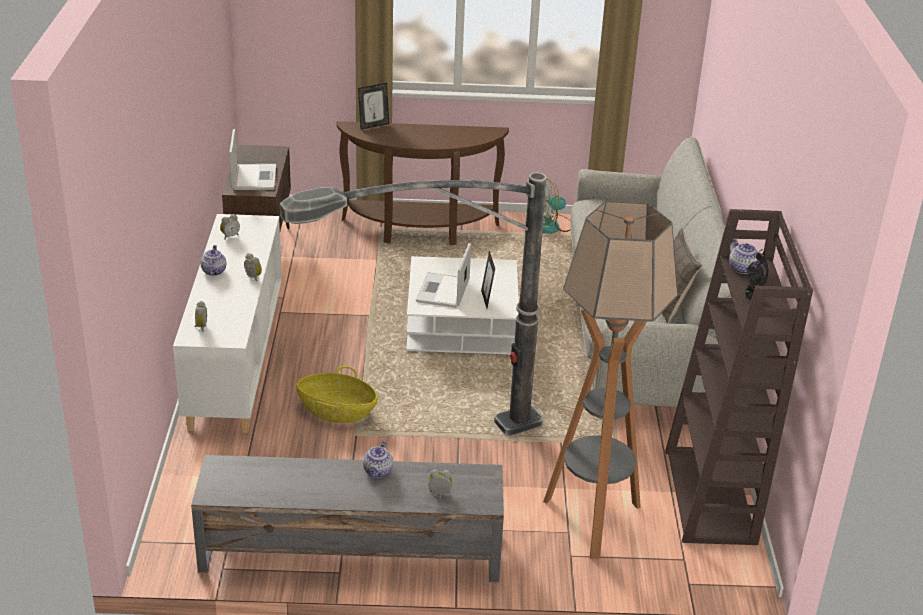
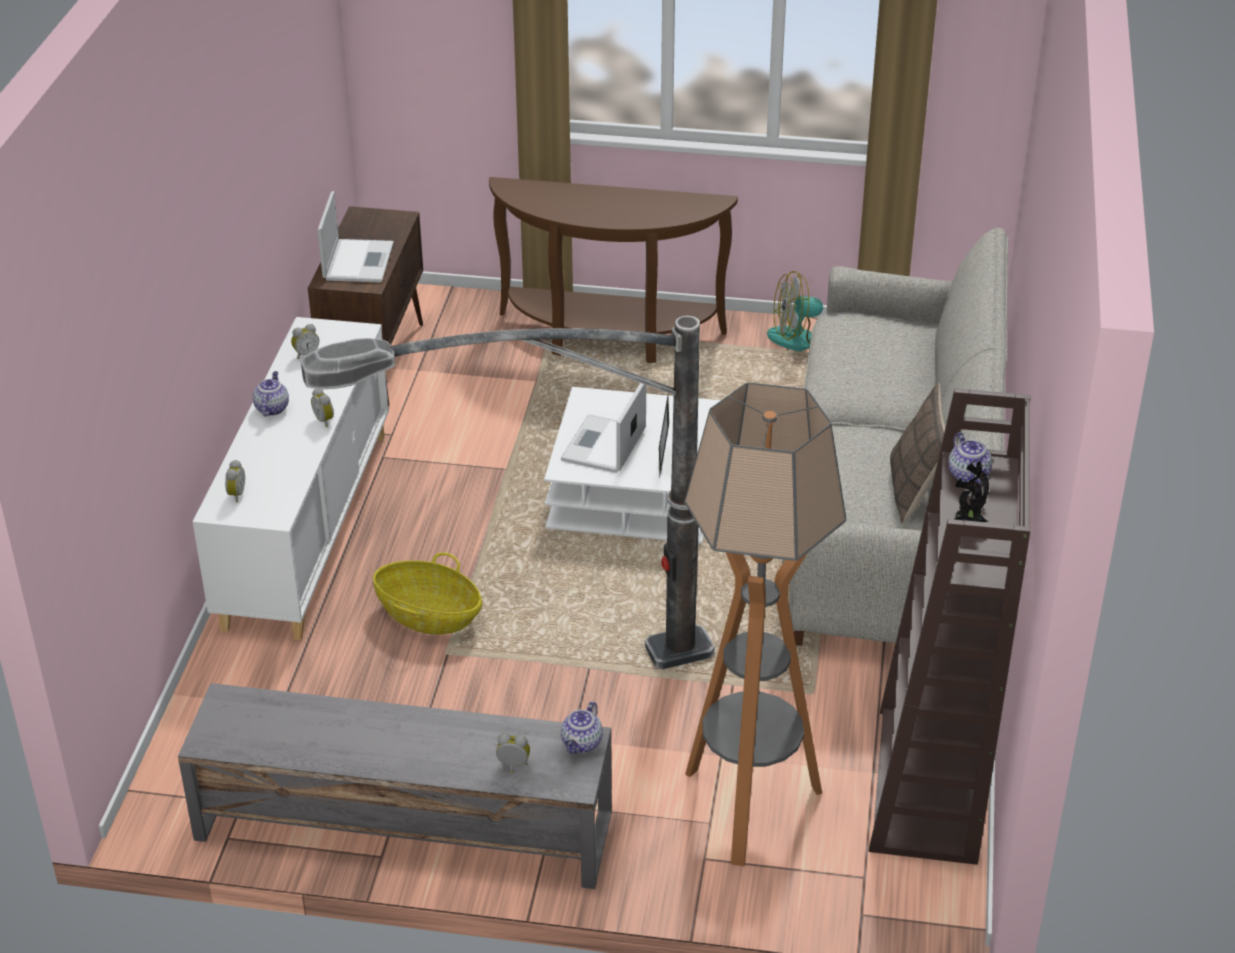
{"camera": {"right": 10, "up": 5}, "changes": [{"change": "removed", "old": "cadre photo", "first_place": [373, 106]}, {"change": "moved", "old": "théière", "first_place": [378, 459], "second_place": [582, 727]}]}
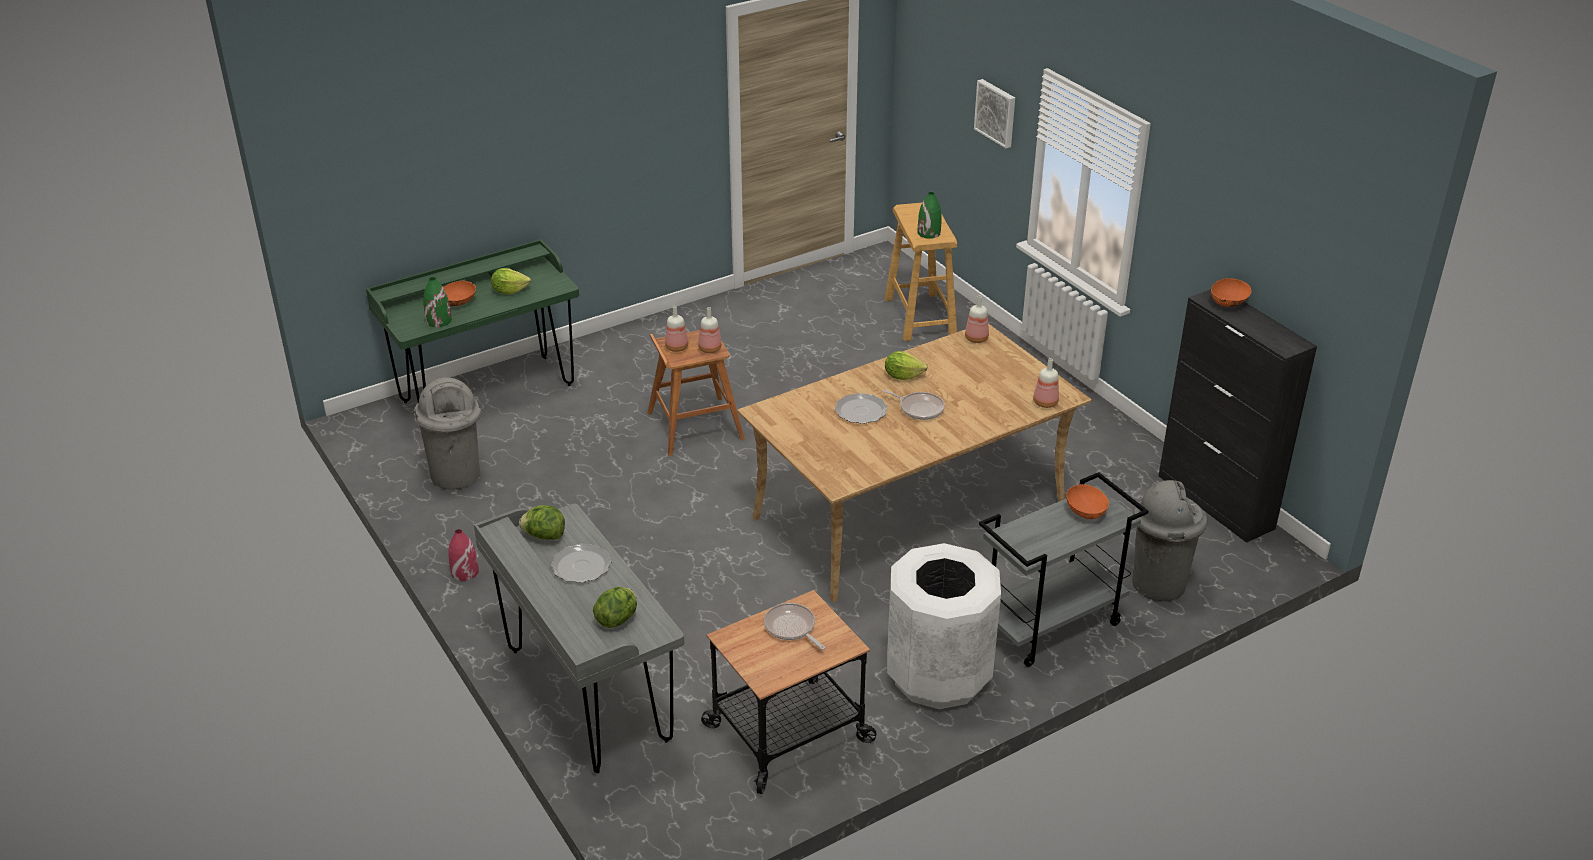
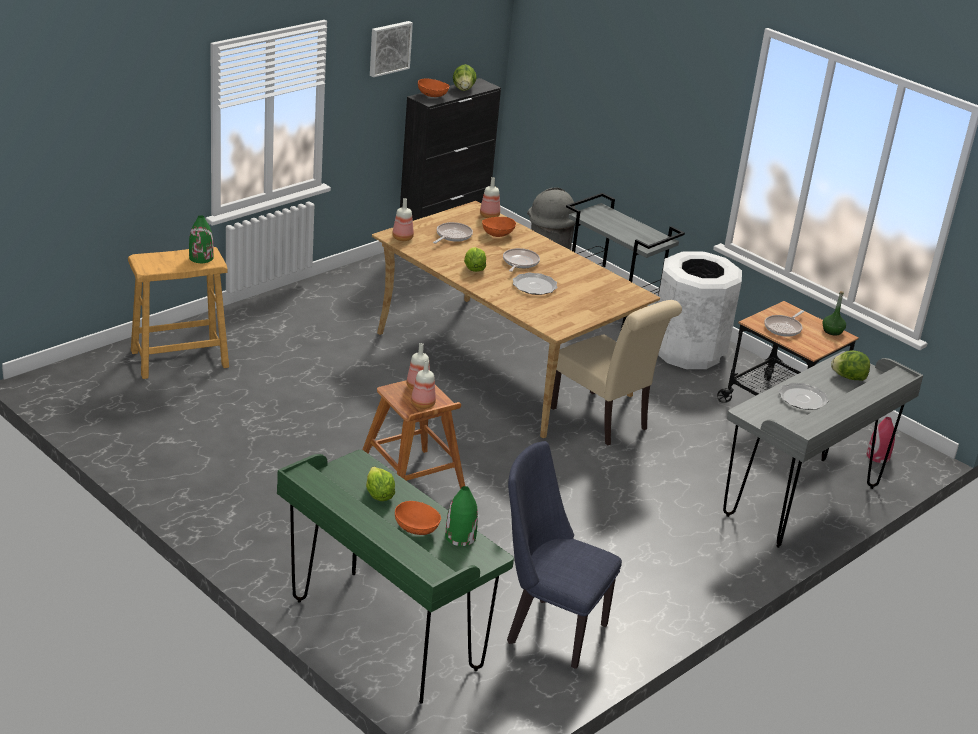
{"camera": {"right": -105, "up": -5}, "changes": [{"change": "moved", "old": "tableau", "first_place": [994, 113], "second_place": [391, 49]}, {"change": "replaced", "old": "poubelle (gris)", "new": "chaise (bleu)", "first_place": [448, 433], "second_place": [564, 555]}, {"change": "moved", "old": "bol (orange)", "first_place": [1087, 501], "second_place": [499, 227]}, {"change": "moved", "old": "laitue", "first_place": [542, 522], "second_place": [465, 77]}, {"change": "moved", "old": "vase (rouge)", "first_place": [463, 555], "second_place": [881, 440]}, {"change": "added", "new": "poêle", "second_place": [453, 233]}, {"change": "added", "new": "bouteille (vert)", "second_place": [834, 313]}, {"change": "added", "new": "chaise (beige)", "second_place": [616, 372]}]}
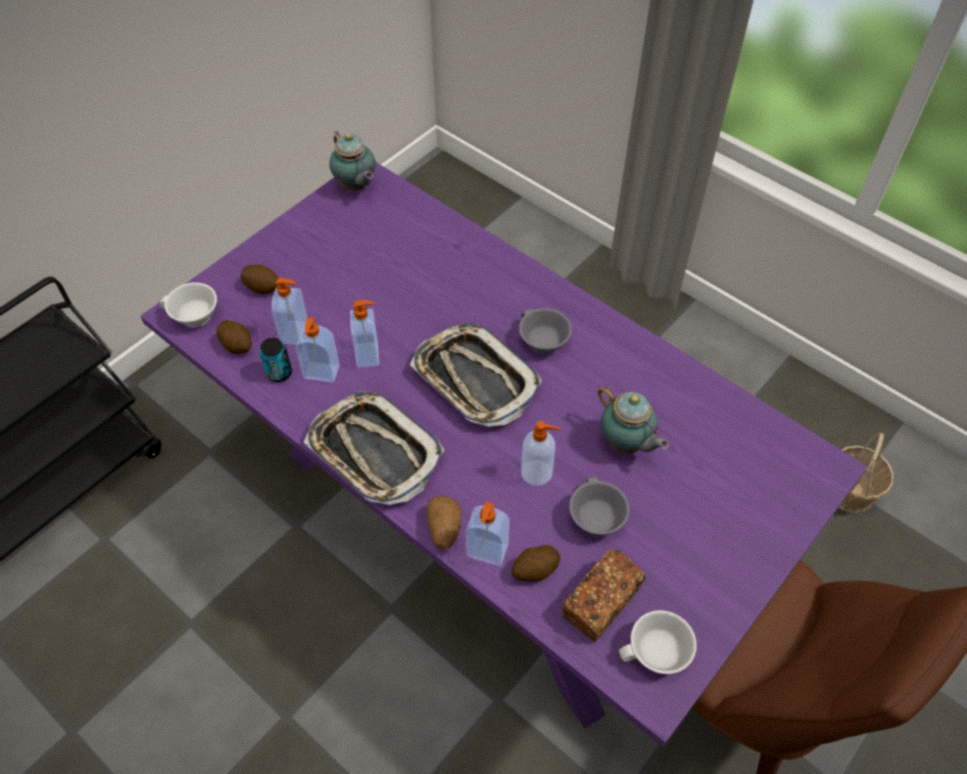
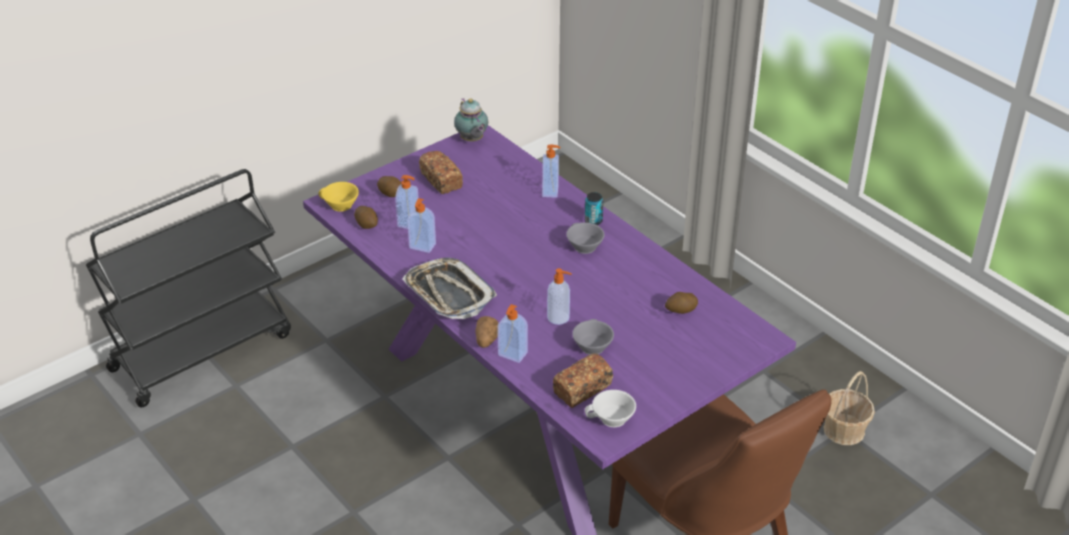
{"camera": {"right": 10, "up": -15}, "changes": [{"change": "recoloured", "old": "tasse (blanc)", "new": "tasse (jaune)", "first_place": [188, 304], "second_place": [338, 197]}, {"change": "moved", "old": "distributeur de savon", "first_place": [364, 334], "second_place": [551, 171]}, {"change": "removed", "old": "plateau", "first_place": [476, 375]}, {"change": "moved", "old": "boîte métallique", "first_place": [275, 360], "second_place": [594, 208]}, {"change": "removed", "old": "théière", "first_place": [633, 418]}, {"change": "moved", "old": "pomme de terre", "first_place": [535, 563], "second_place": [681, 303]}, {"change": "added", "new": "pain", "second_place": [441, 172]}]}
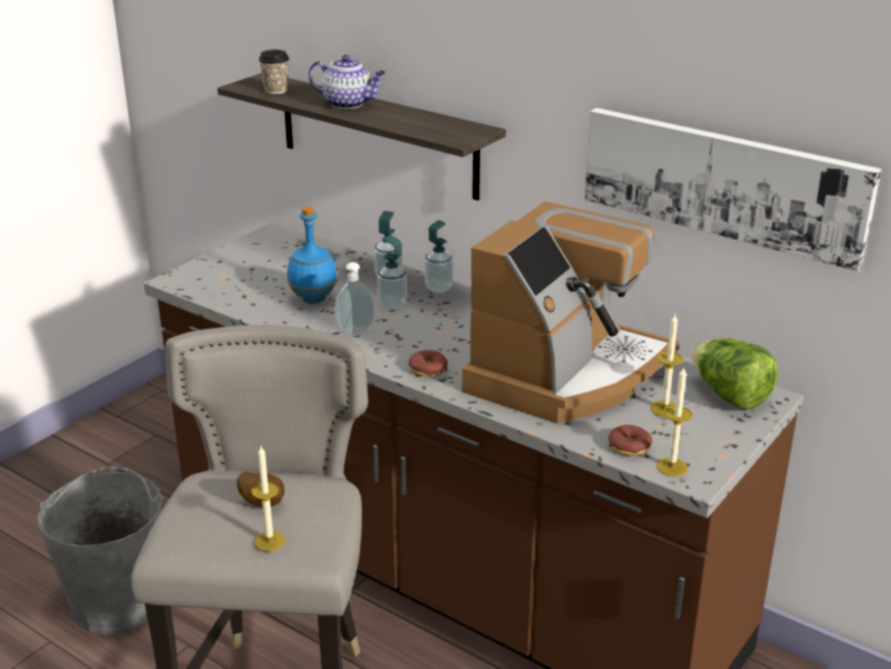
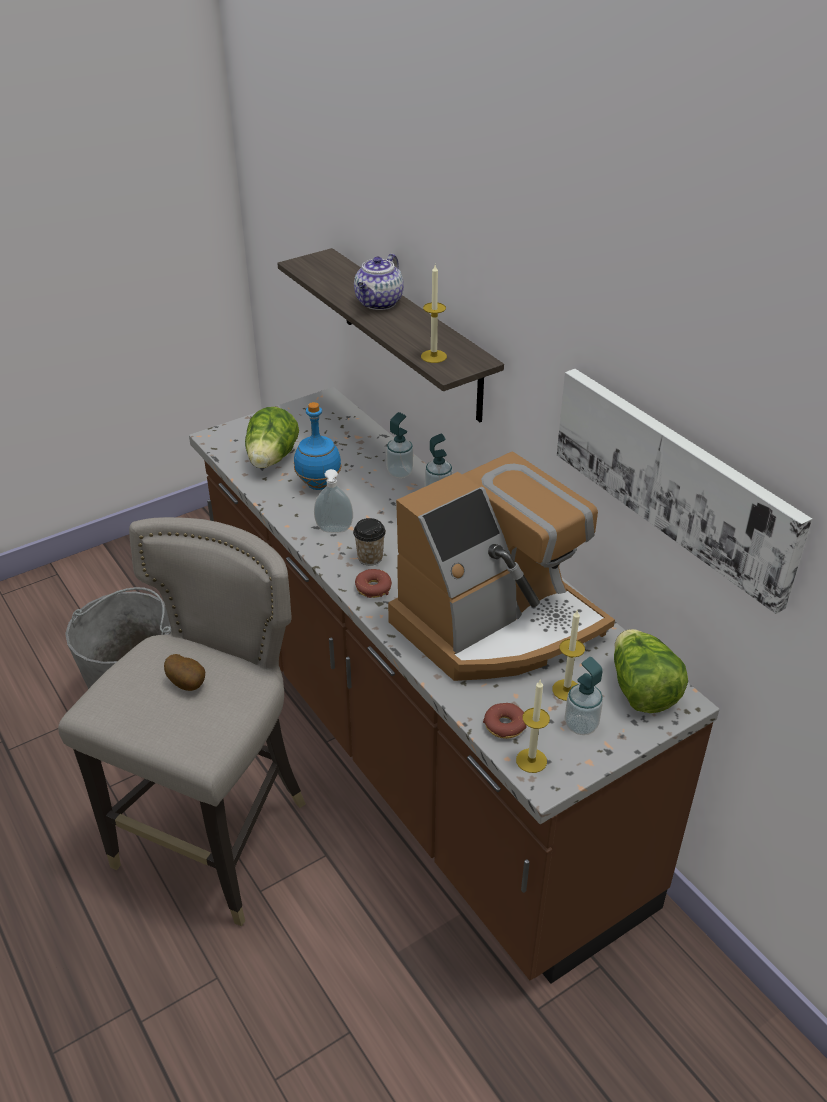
{"camera": {"right": 20, "up": 10}, "changes": [{"change": "moved", "old": "tasse", "first_place": [274, 72], "second_place": [369, 542]}, {"change": "turned", "old": "théière", "first_place": [346, 82], "second_place": [379, 282], "degrees": 75}, {"change": "moved", "old": "distributeur de savon", "first_place": [392, 272], "second_place": [584, 696]}, {"change": "moved", "old": "bougie", "first_place": [268, 498], "second_place": [434, 314]}, {"change": "added", "new": "laitue", "second_place": [272, 437]}]}
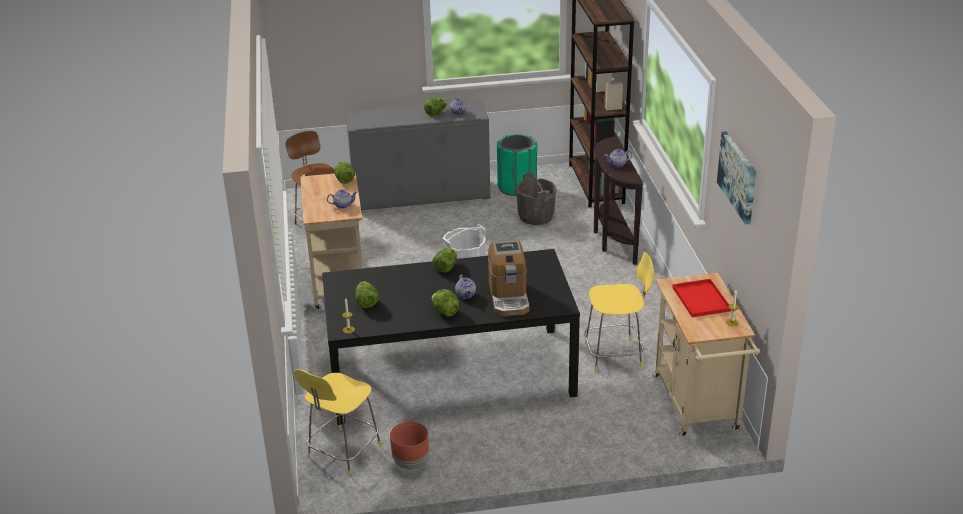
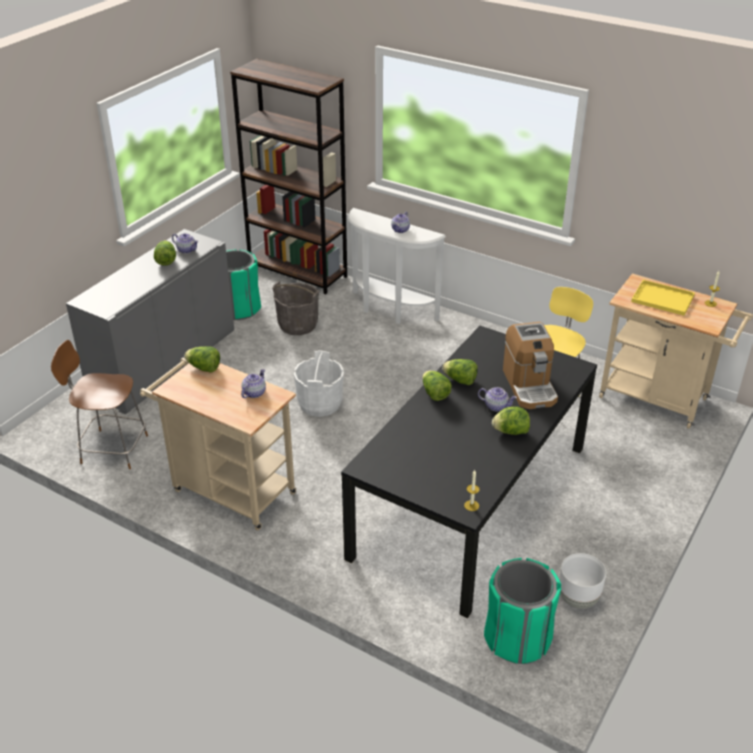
{"camera": {"right": -50, "up": 5}, "changes": [{"change": "removed", "old": "tableau", "first_place": [736, 178]}, {"change": "recoloured", "old": "table console (marron)", "new": "table console (blanc)", "first_place": [618, 200], "second_place": [397, 266]}, {"change": "turned", "old": "machine à café", "first_place": [509, 278], "second_place": [530, 365], "degrees": 45}, {"change": "recoloured", "old": "plateau (rouge)", "new": "plateau (jaune)", "first_place": [701, 298], "second_place": [663, 298]}, {"change": "moved", "old": "laitue", "first_place": [366, 294], "second_place": [460, 372]}, {"change": "replaced", "old": "tabouret (jaune)", "new": "poubelle (vert)", "first_place": [337, 423], "second_place": [523, 611]}, {"change": "recoloured", "old": "cache-pot (marron)", "new": "cache-pot (blanc)", "first_place": [409, 445], "second_place": [582, 581]}]}
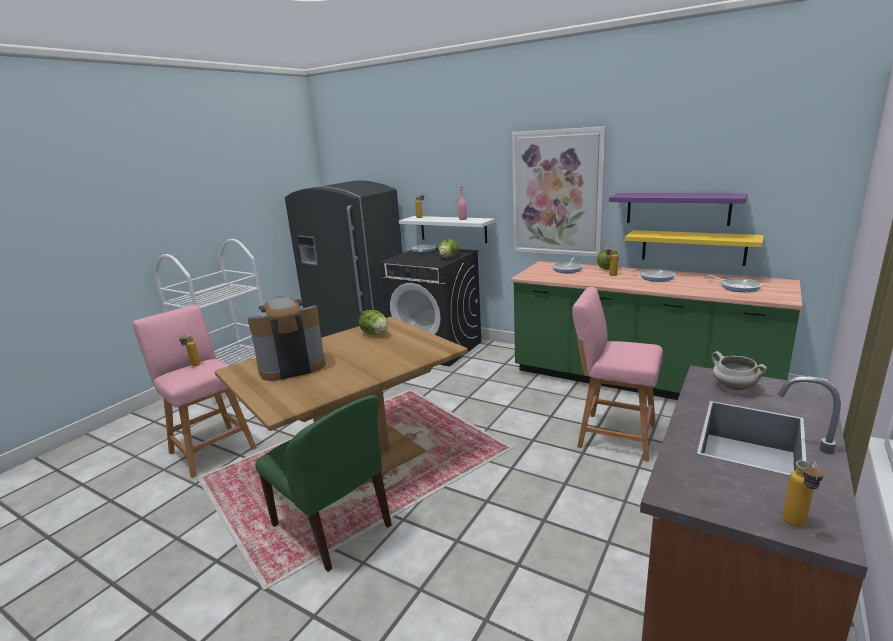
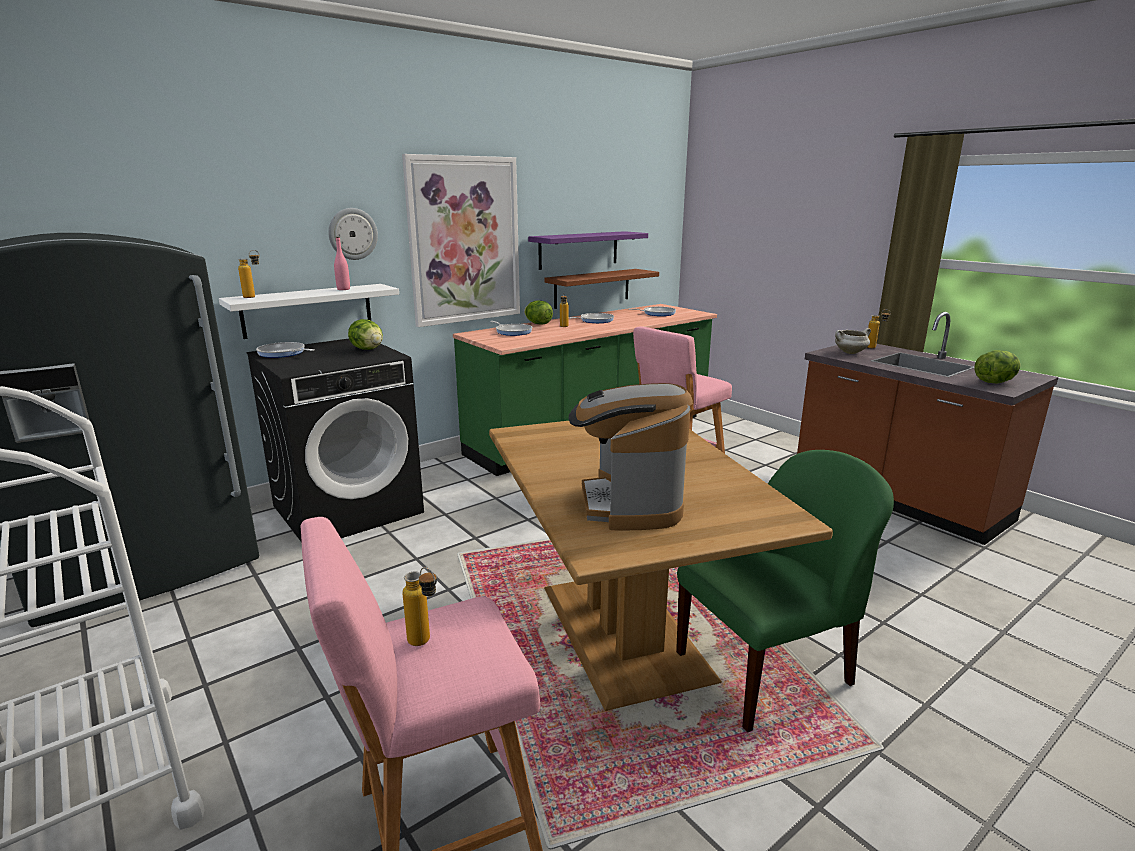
{"camera": {"right": -70, "up": 0}, "changes": [{"change": "recoloured", "old": "étagère (jaune)", "new": "étagère (marron)", "first_place": [694, 248], "second_place": [601, 289]}, {"change": "moved", "old": "laitue", "first_place": [373, 322], "second_place": [997, 367]}, {"change": "moved", "old": "bouteille", "first_place": [802, 493], "second_place": [879, 328]}, {"change": "added", "new": "horloge murale", "second_place": [353, 234]}]}
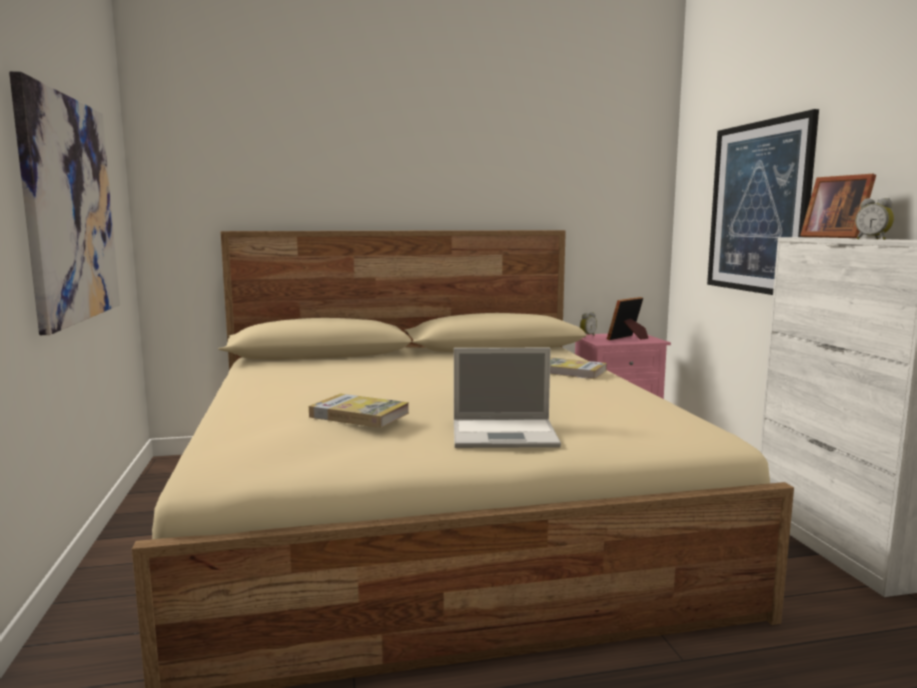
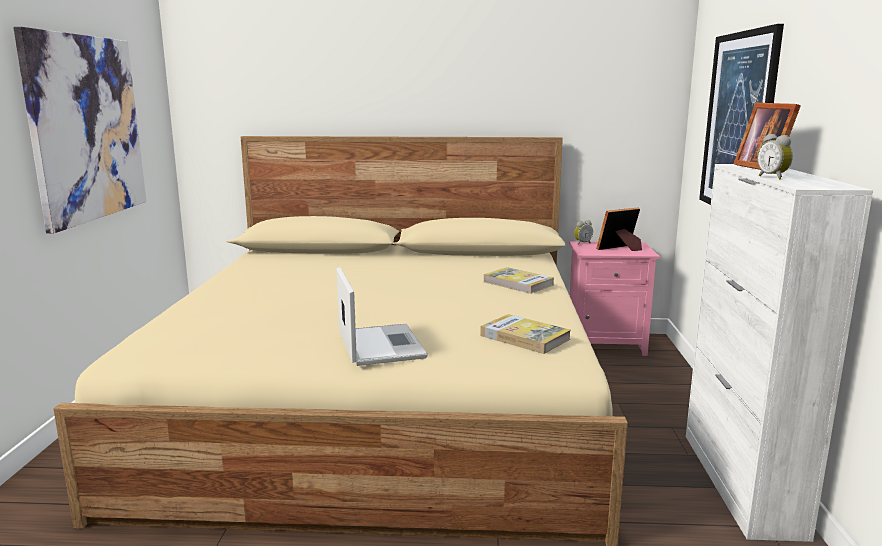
{"camera": {"right": 15, "up": 5}, "changes": [{"change": "turned", "old": "ordinateur portable", "first_place": [507, 398], "second_place": [382, 316], "degrees": -120}, {"change": "moved", "old": "livre", "first_place": [359, 411], "second_place": [525, 334]}]}
